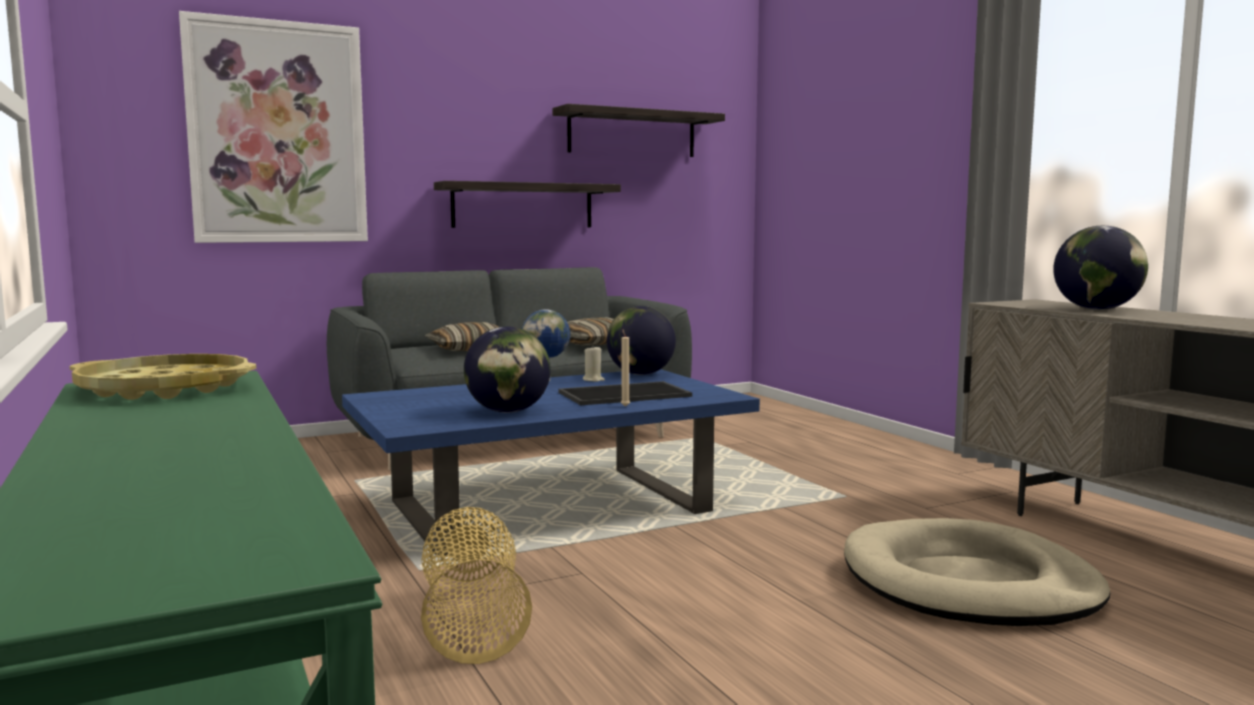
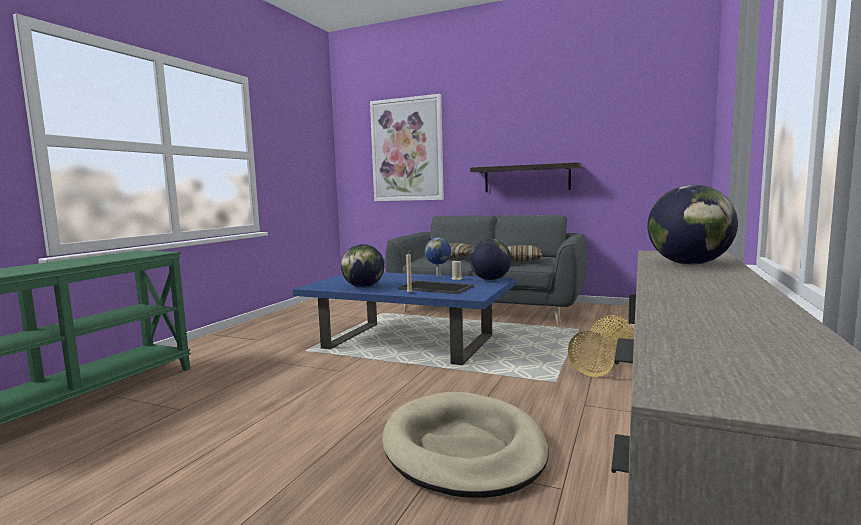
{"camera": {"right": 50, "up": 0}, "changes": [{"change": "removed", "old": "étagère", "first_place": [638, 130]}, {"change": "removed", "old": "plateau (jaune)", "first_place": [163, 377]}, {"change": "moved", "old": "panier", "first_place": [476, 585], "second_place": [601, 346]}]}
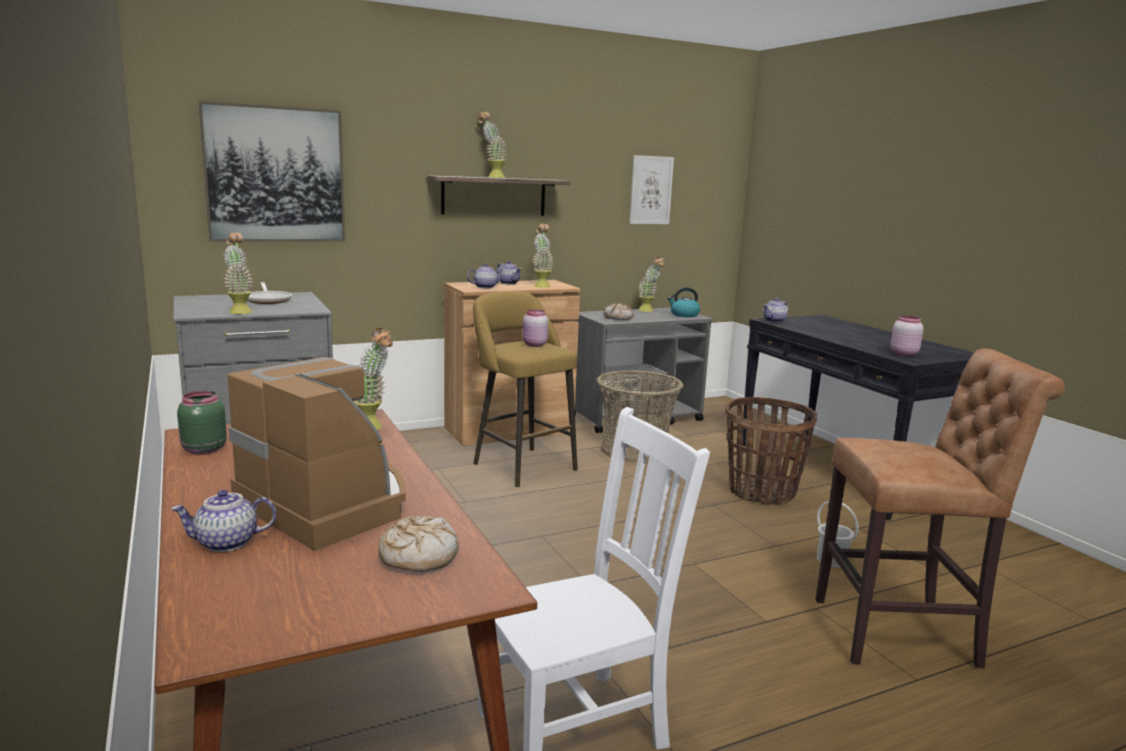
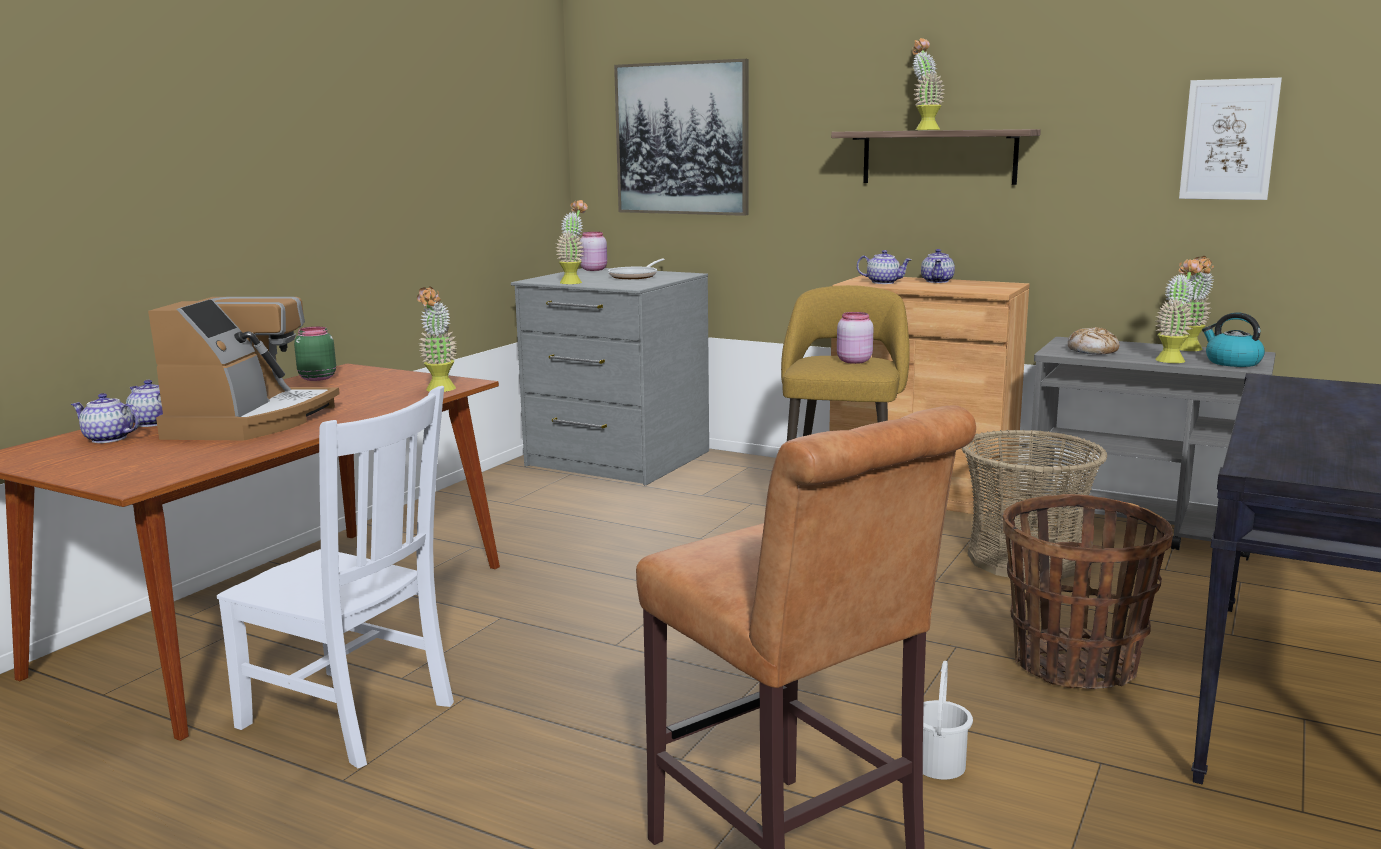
{"camera": {"right": 55, "up": 0}, "changes": [{"change": "moved", "old": "plante en pot", "first_place": [543, 256], "second_place": [1178, 311]}, {"change": "moved", "old": "théière", "first_place": [776, 310], "second_place": [105, 418]}, {"change": "moved", "old": "bocal (rose)", "first_place": [907, 336], "second_place": [593, 251]}, {"change": "removed", "old": "pain", "first_place": [418, 544]}]}
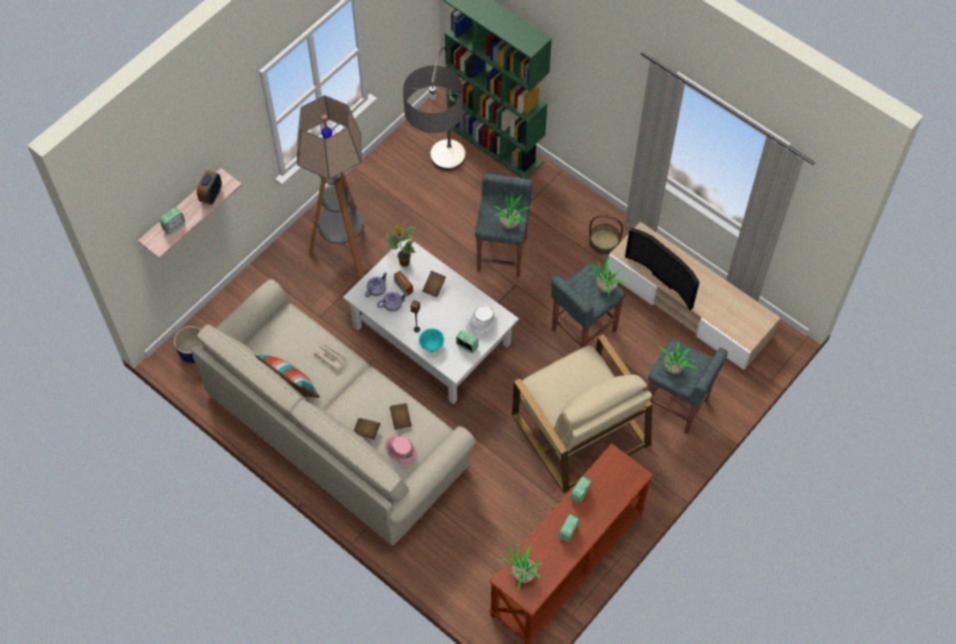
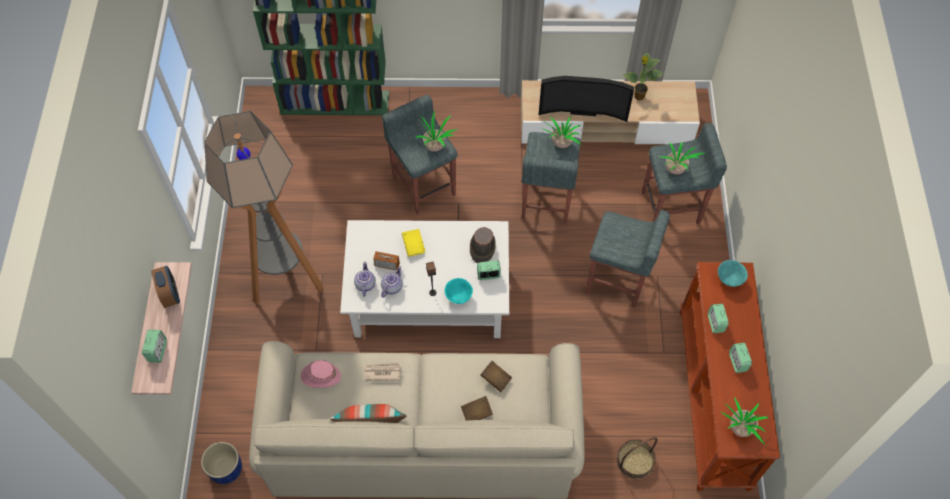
{"camera": {"right": -40, "up": 0}, "changes": [{"change": "removed", "old": "lampadaire", "first_place": [434, 109]}, {"change": "moved", "old": "panier", "first_place": [606, 235], "second_place": [637, 458]}, {"change": "moved", "old": "plante en pot", "first_place": [401, 246], "second_place": [643, 76]}, {"change": "recoloured", "old": "livre (marron)", "new": "livre (jaune)", "first_place": [434, 284], "second_place": [413, 243]}, {"change": "recoloured", "old": "chapeau (blanc)", "new": "chapeau (marron)", "first_place": [481, 321], "second_place": [483, 245]}, {"change": "replaced", "old": "fauteuil (beige)", "new": "tabouret (gris)", "first_place": [582, 413], "second_place": [628, 259]}, {"change": "moved", "old": "chapeau (rose)", "first_place": [401, 449], "second_place": [321, 374]}, {"change": "added", "new": "bol (turquoise)", "second_place": [733, 273]}]}
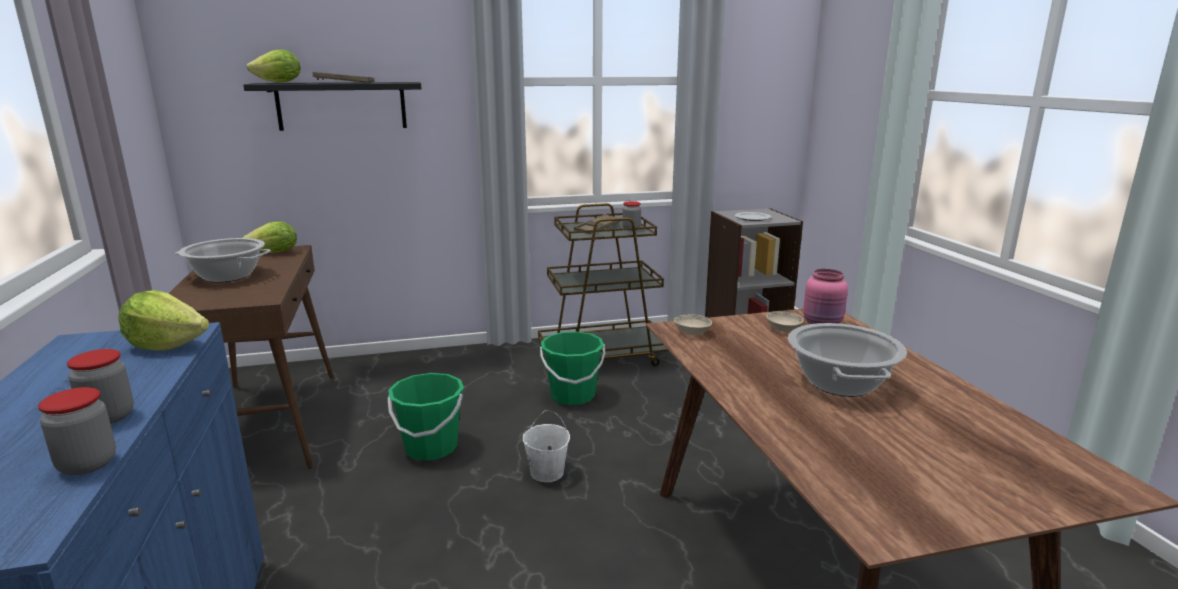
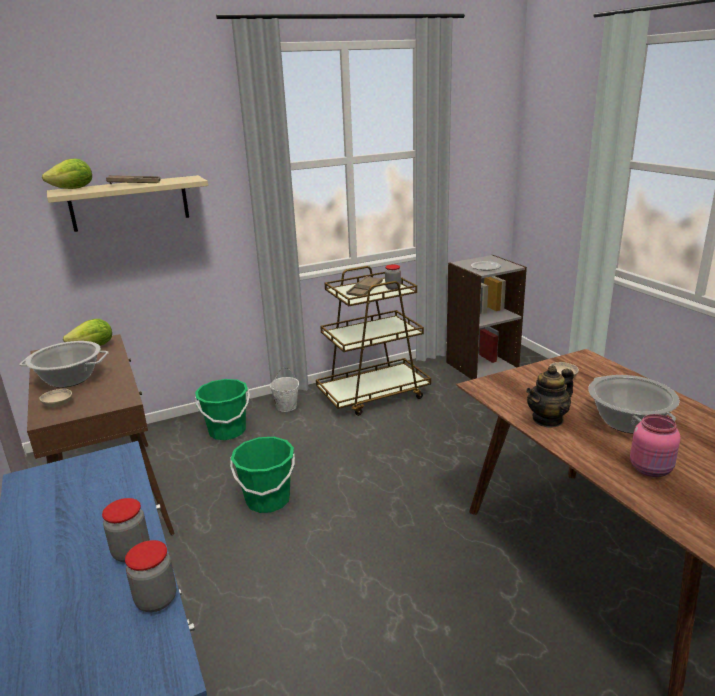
{"camera": {"right": -10, "up": 5}, "changes": [{"change": "recoloured", "old": "étagère (noir)", "new": "étagère (beige)", "first_place": [332, 106], "second_place": [127, 203]}, {"change": "moved", "old": "bocal (rose)", "first_place": [825, 296], "second_place": [655, 445]}, {"change": "removed", "old": "laitue", "first_place": [163, 320]}, {"change": "moved", "old": "bol (beige)", "first_place": [693, 325], "second_place": [56, 398]}, {"change": "moved", "old": "seau (vert)", "first_place": [572, 368], "second_place": [222, 409]}, {"change": "moved", "old": "seau (blanc)", "first_place": [546, 446], "second_place": [284, 390]}, {"change": "added", "new": "théière", "second_place": [550, 396]}]}
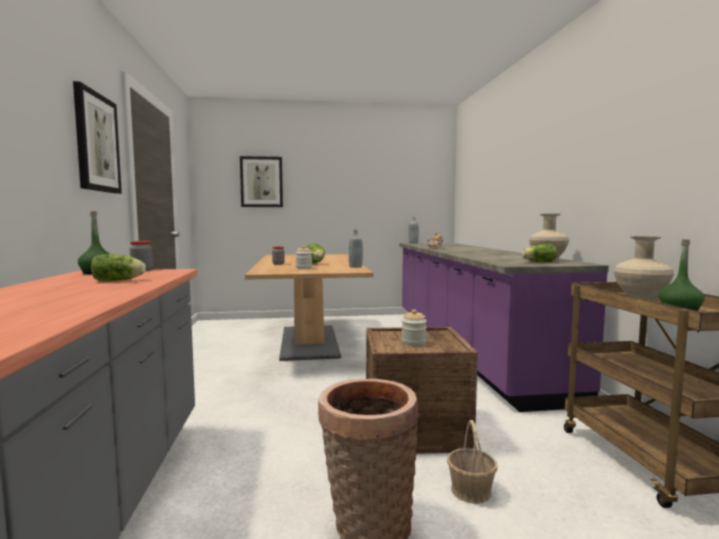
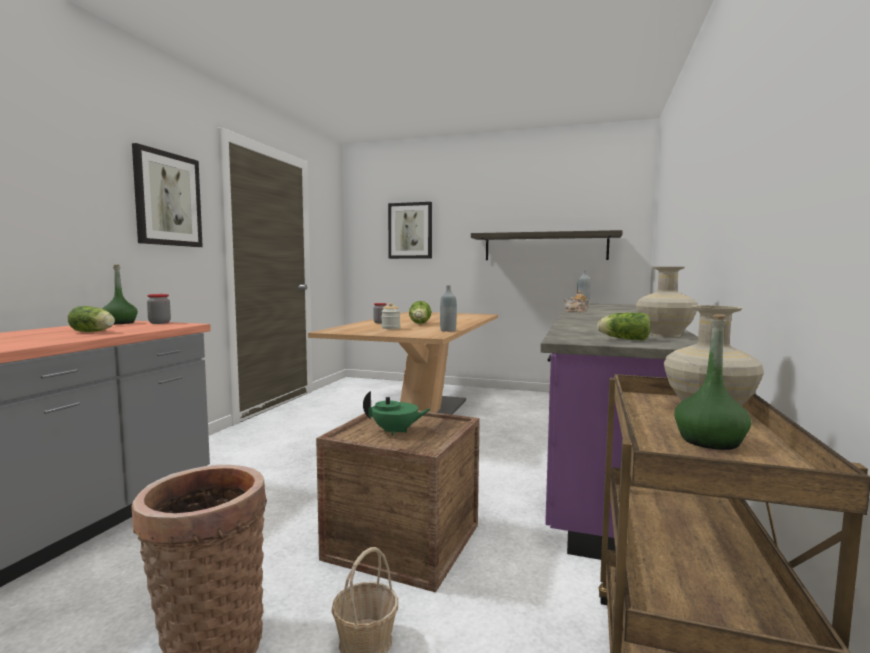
{"camera": {"right": 25, "up": 0}, "changes": [{"change": "replaced", "old": "bocal", "new": "théière (vert)", "first_place": [414, 327], "second_place": [397, 413]}, {"change": "added", "new": "étagère", "second_place": [547, 245]}]}
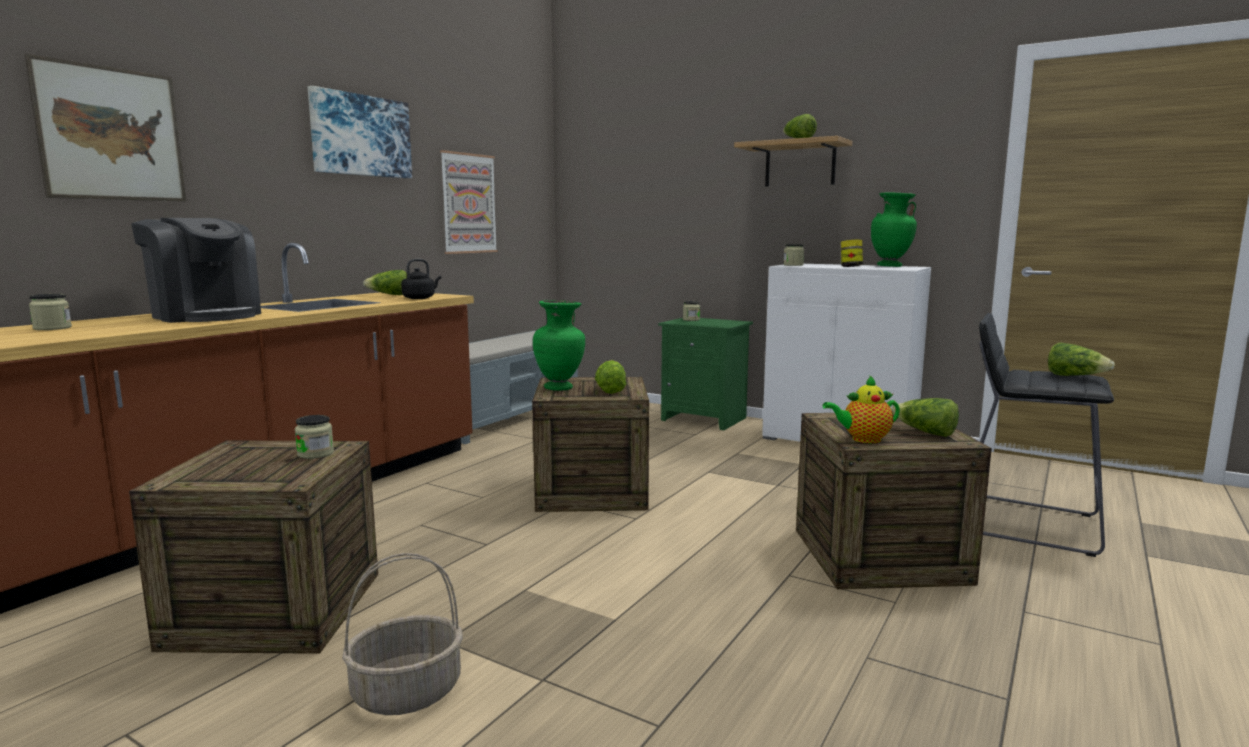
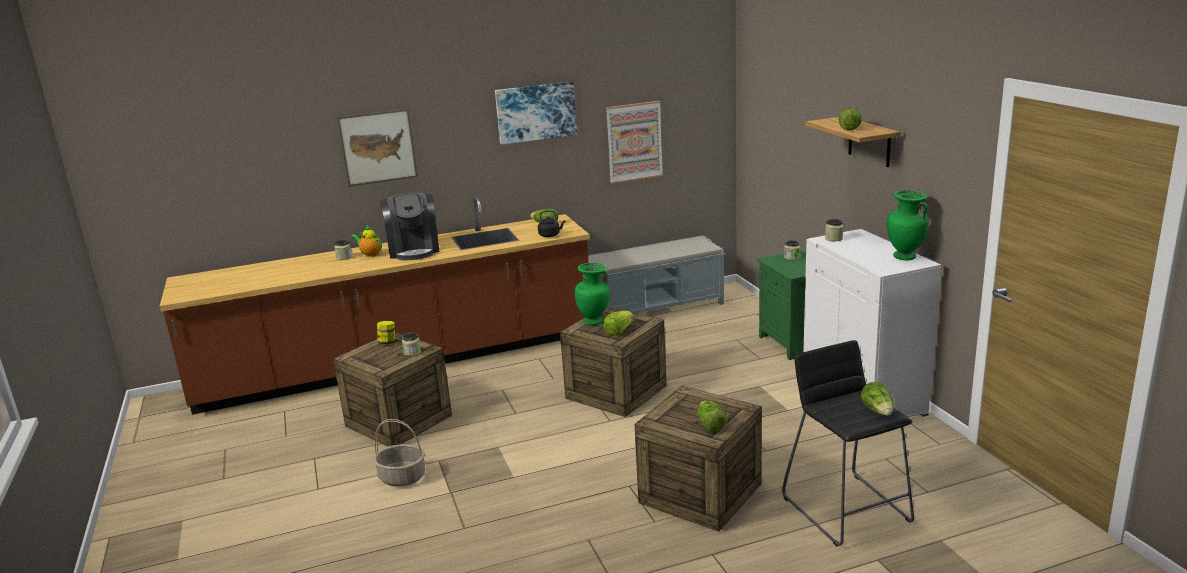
{"camera": {"right": 40, "up": 10}, "changes": [{"change": "moved", "old": "bocal", "first_place": [852, 253], "second_place": [386, 332]}, {"change": "moved", "old": "théière", "first_place": [861, 409], "second_place": [366, 241]}]}
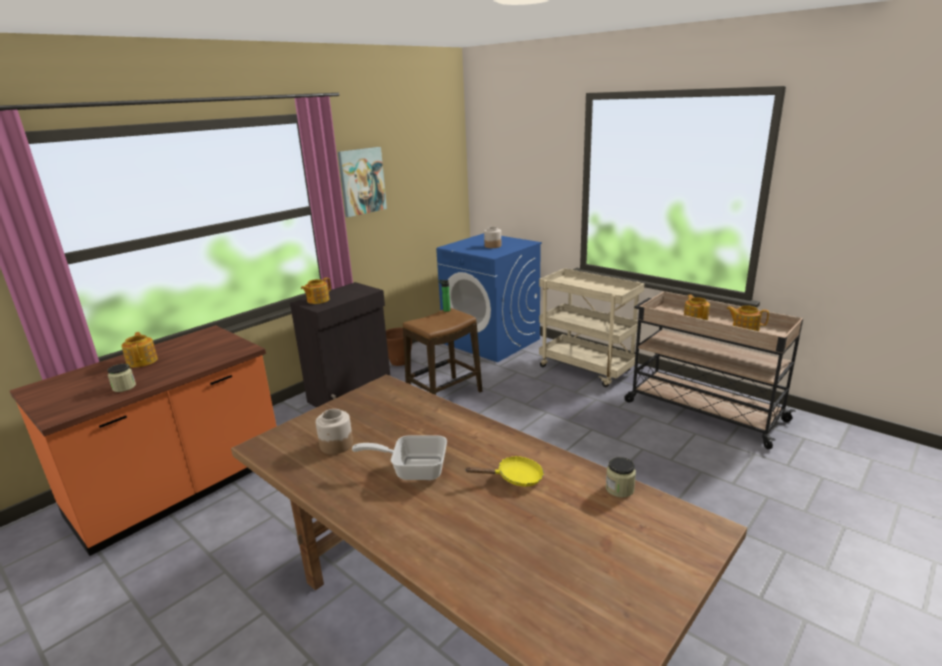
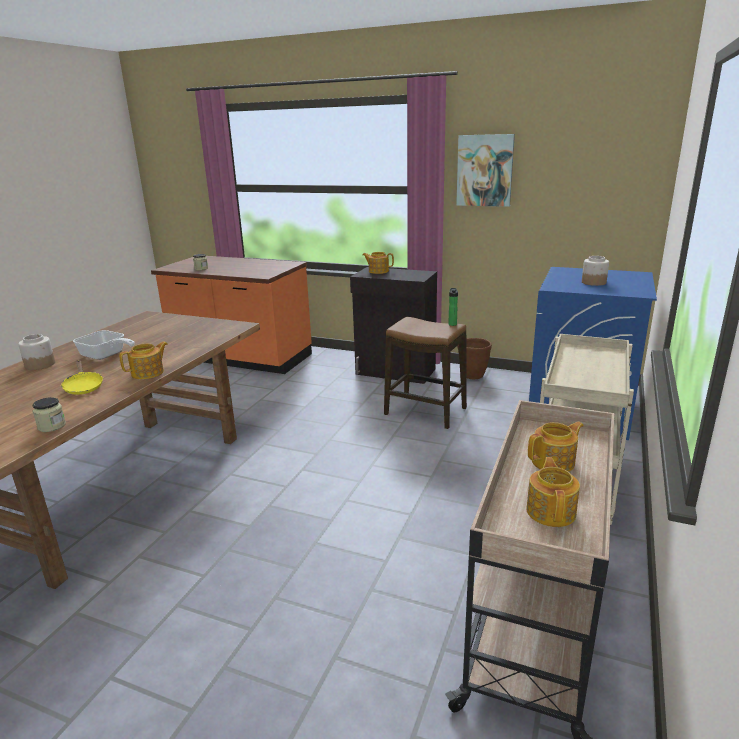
{"camera": {"right": 70, "up": 0}, "changes": [{"change": "moved", "old": "théière", "first_place": [139, 350], "second_place": [143, 360]}, {"change": "moved", "old": "bocal", "first_place": [334, 431], "second_place": [36, 352]}, {"change": "turned", "old": "poêle", "first_place": [399, 457], "second_place": [104, 345], "degrees": 135}]}
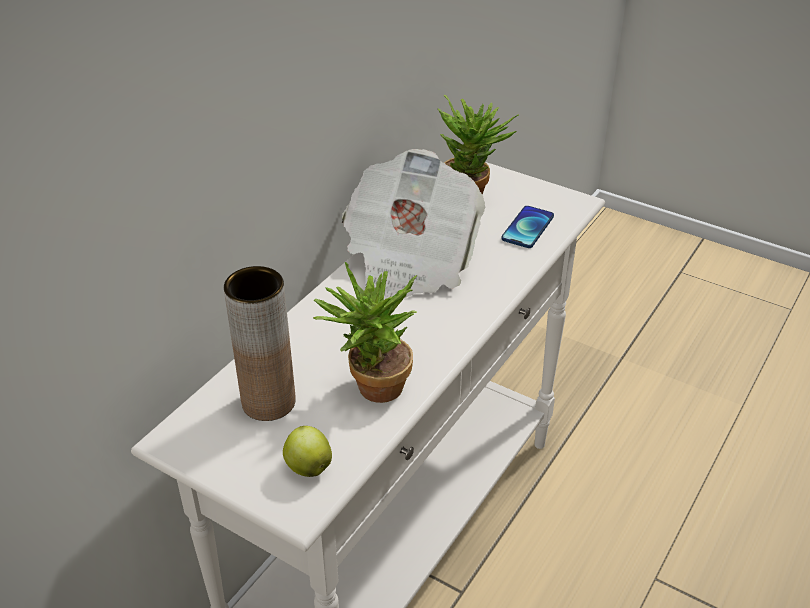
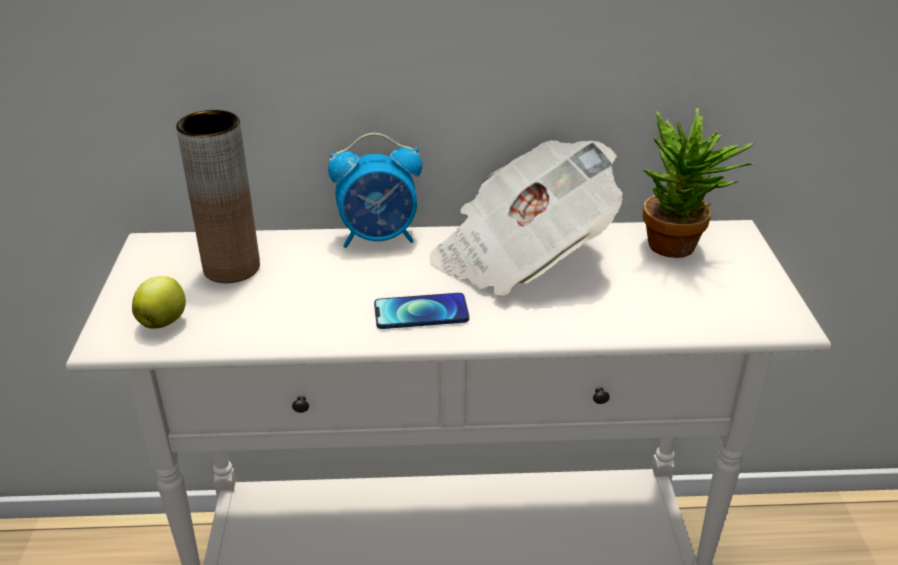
{"camera": {"right": 55, "up": -5}, "changes": [{"change": "moved", "old": "téléphone", "first_place": [527, 227], "second_place": [421, 311]}, {"change": "removed", "old": "plante en pot", "first_place": [365, 332]}, {"change": "added", "new": "réveil", "second_place": [375, 190]}]}
